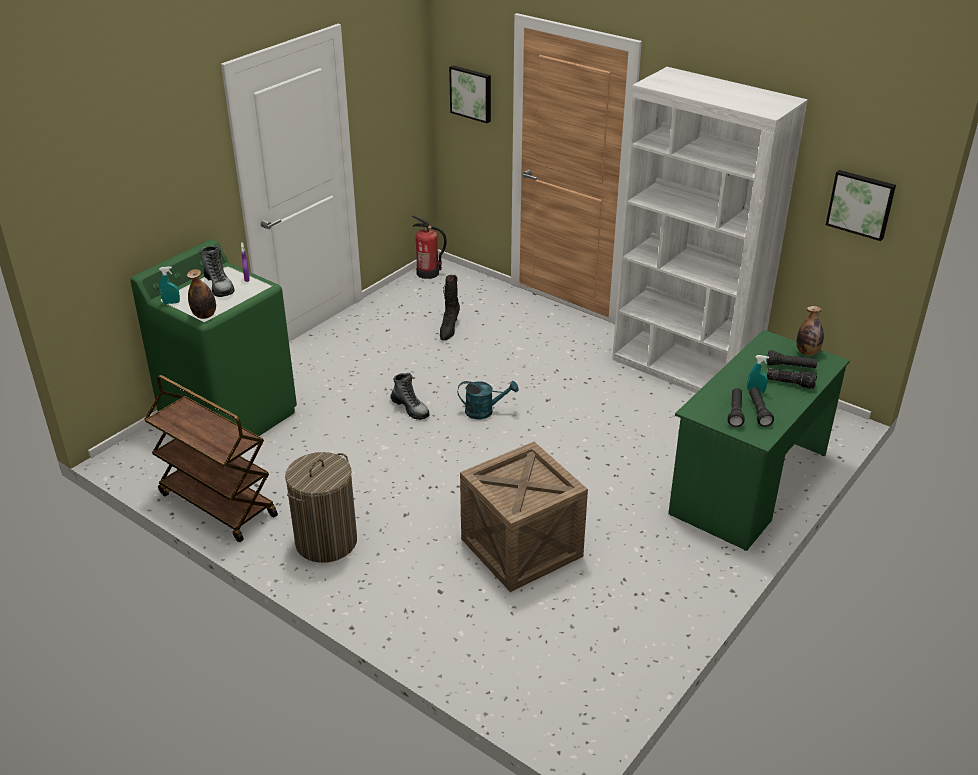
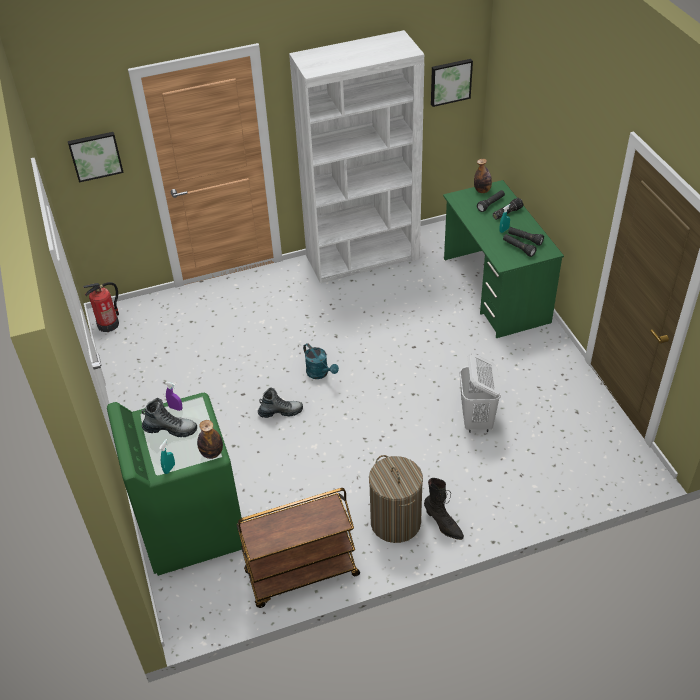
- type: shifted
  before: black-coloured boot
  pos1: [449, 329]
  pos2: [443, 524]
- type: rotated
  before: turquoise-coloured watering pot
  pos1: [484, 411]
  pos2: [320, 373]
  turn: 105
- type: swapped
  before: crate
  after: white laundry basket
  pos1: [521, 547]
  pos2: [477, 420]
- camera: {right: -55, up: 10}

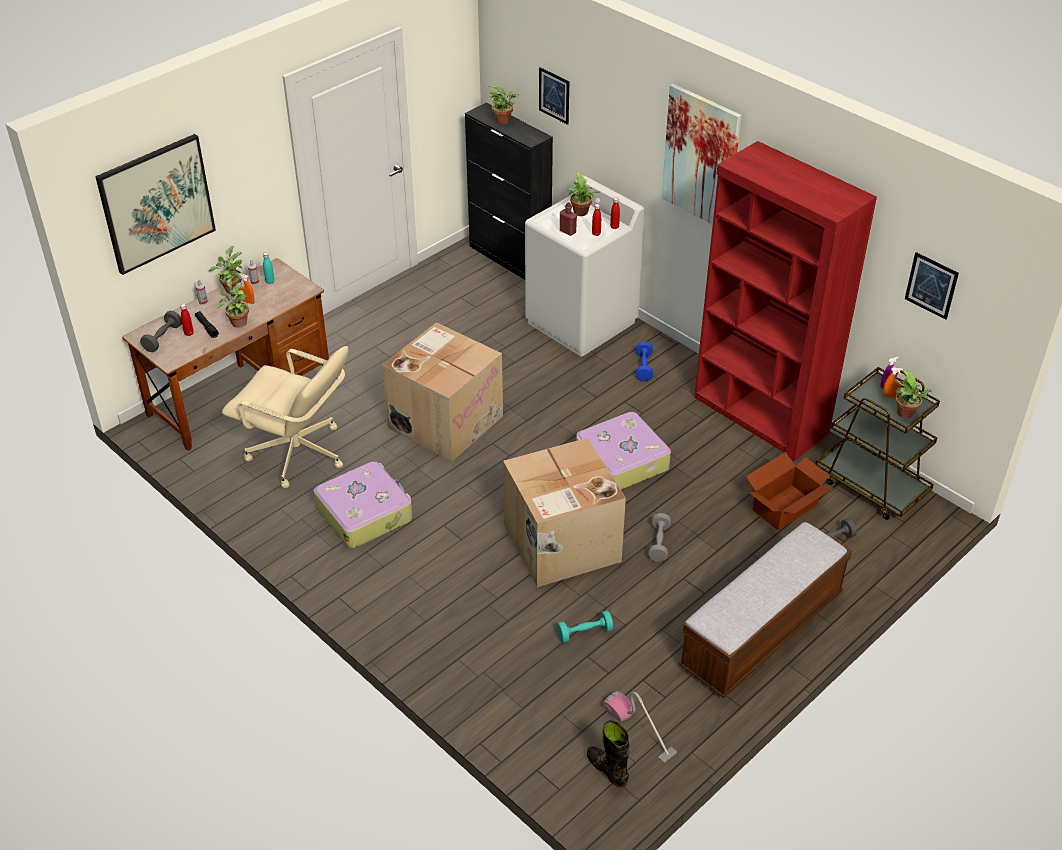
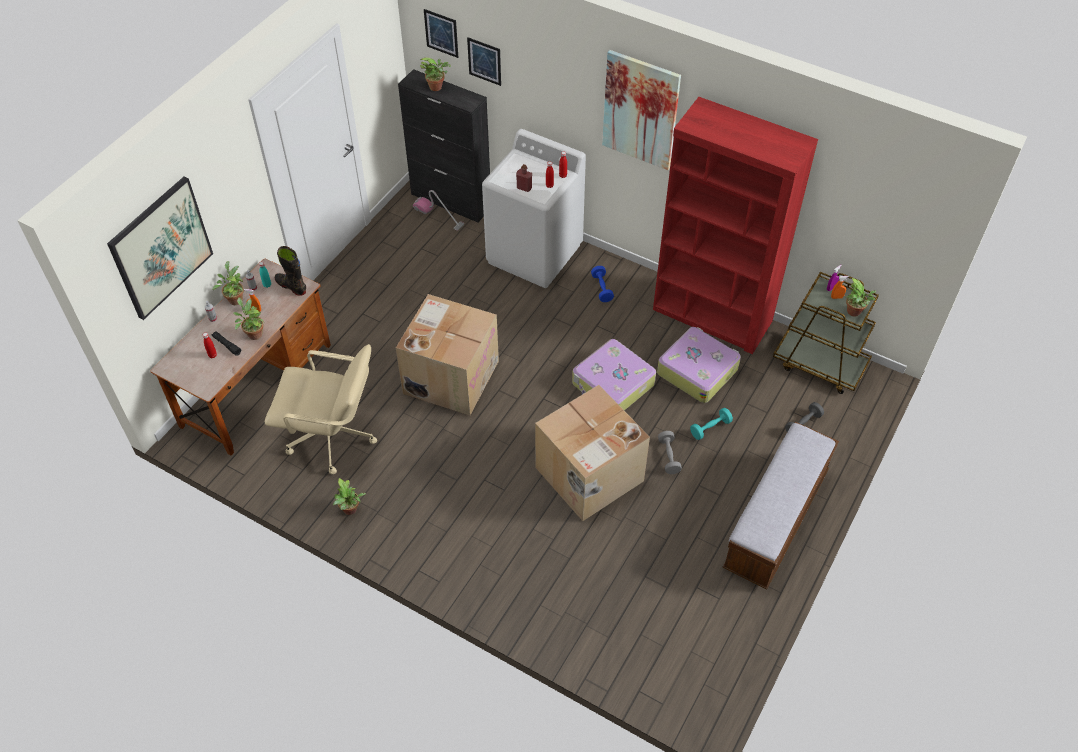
- type: gone
  before: gray dumbbell
  pos1: [163, 338]
- type: shifted
  before: suitcase
  pos1: [365, 513]
  pos2: [697, 370]
- type: shifted
  before: turquoise-coloured dumbbell
  pos1: [584, 633]
  pos2: [710, 428]
- type: shifted
  before: houseplant
  pos1: [581, 213]
  pos2: [350, 510]
- type: shifted
  before: black-coloured boot
  pos1: [607, 769]
  pos2: [291, 286]
- type: shifted
  before: hoover
  pos1: [639, 729]
  pos2: [438, 216]
- type: gone
  before: packing box
  pos1: [786, 507]
- type: shifted
  before: wall picture
  pos1: [931, 285]
  pos2: [441, 33]
- camera: {right: -15, up: 10}

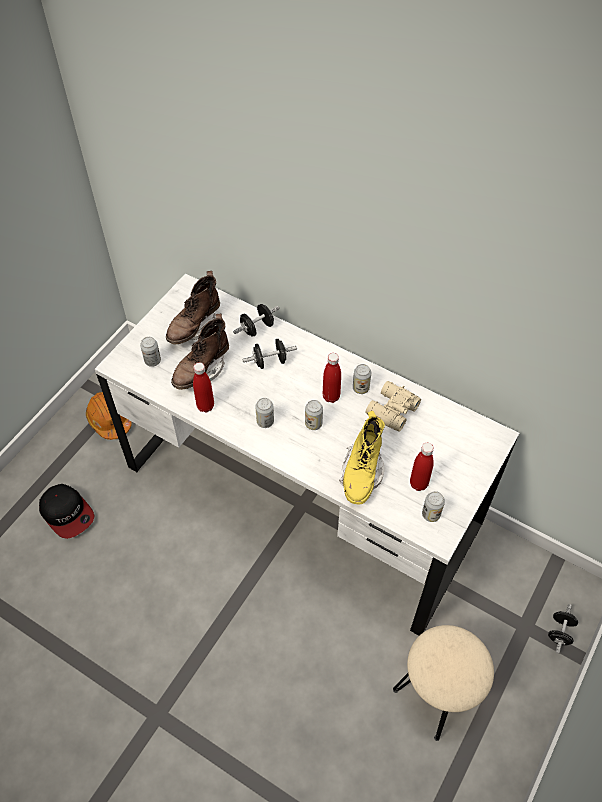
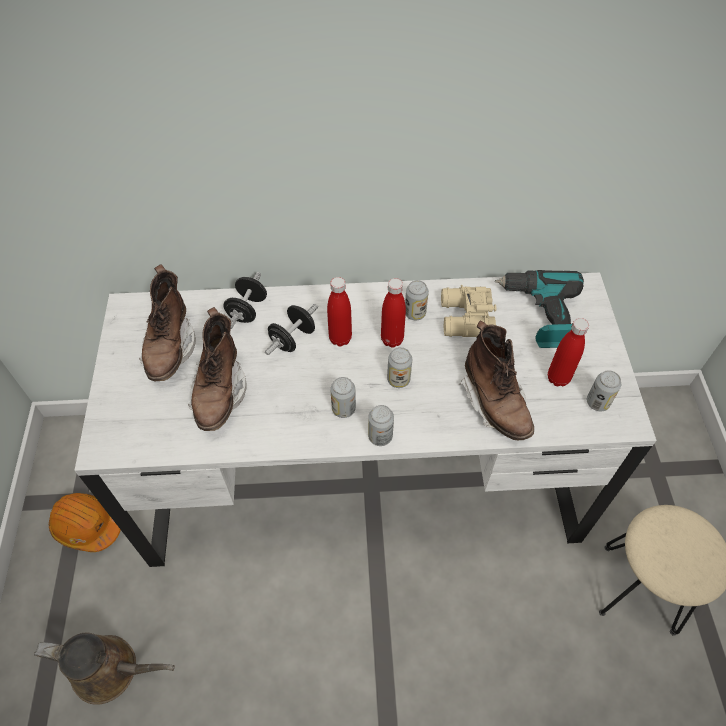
- type: swapped
  before: baseball cap
  after: brown watering pot
  pos1: [67, 513]
  pos2: [111, 670]
- type: shifted
  before: sealed can
  pos1: [152, 361]
  pos2: [380, 436]
- type: shifted
  before: red-coloured beverage bottle
  pos1: [205, 406]
  pos2: [340, 338]
- type: repainted
  before: yellowish boot
  after: brown boot
  pos1: [362, 474]
  pos2: [495, 403]
- type: gone
  before: black-coloured dumbbell
  pos1: [560, 632]
- type: new
  after: drill
  pos2: [540, 314]
- camera: {right: -35, up: 0}

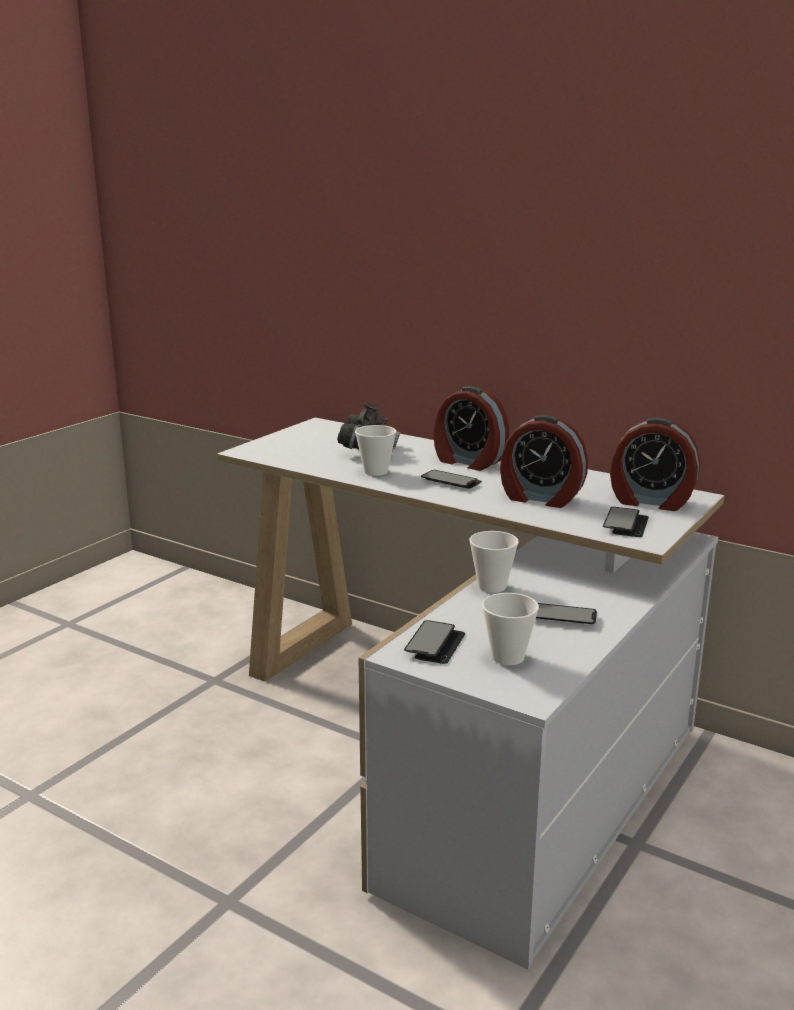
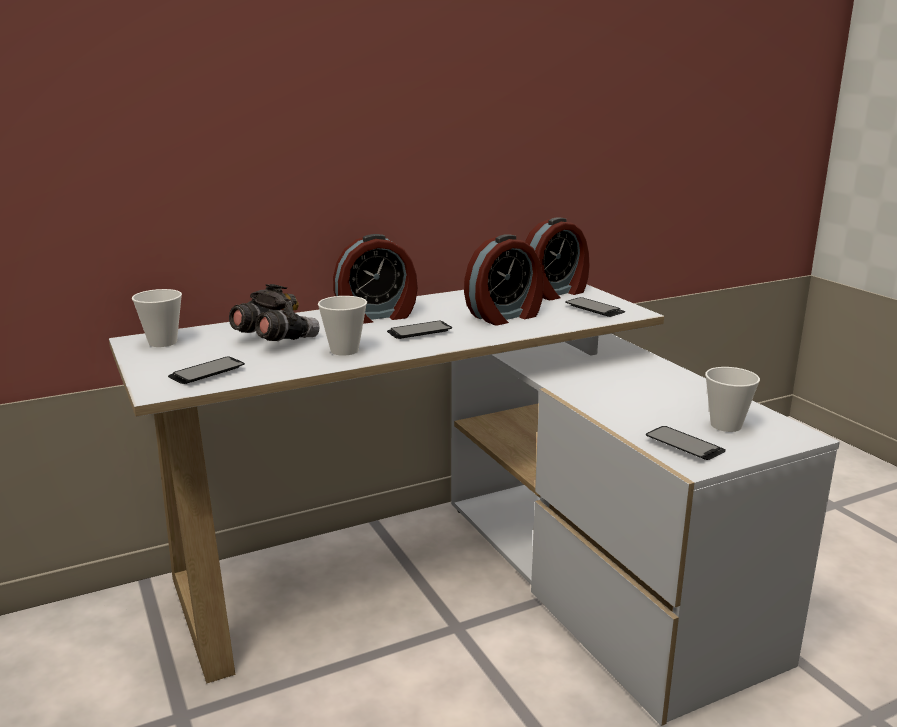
- type: shifted
  before: cup
  pos1: [492, 586]
  pos2: [162, 342]
- type: shifted
  before: telephone
  pos1: [562, 616]
  pos2: [207, 373]
- camera: {right: -60, up: 0}

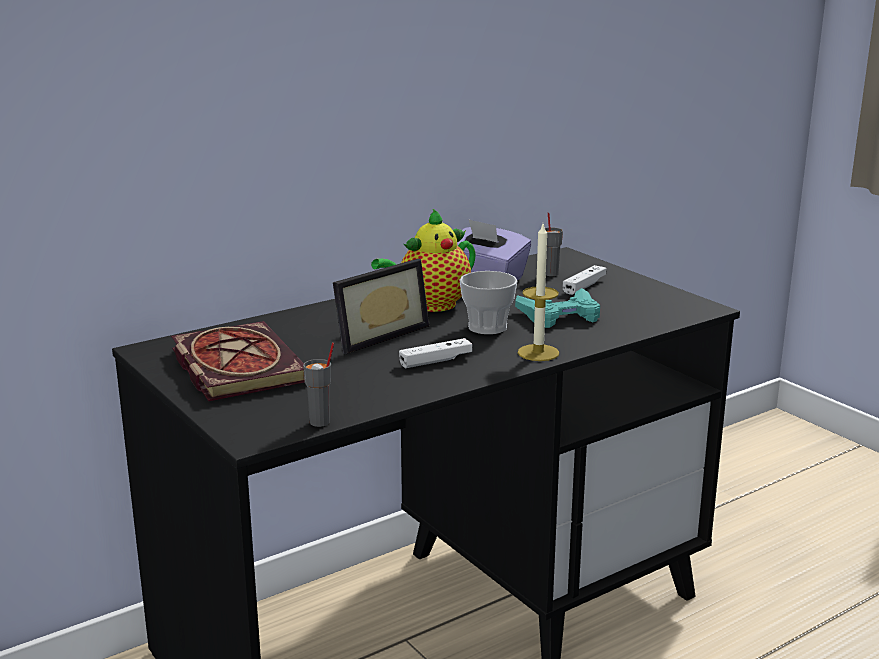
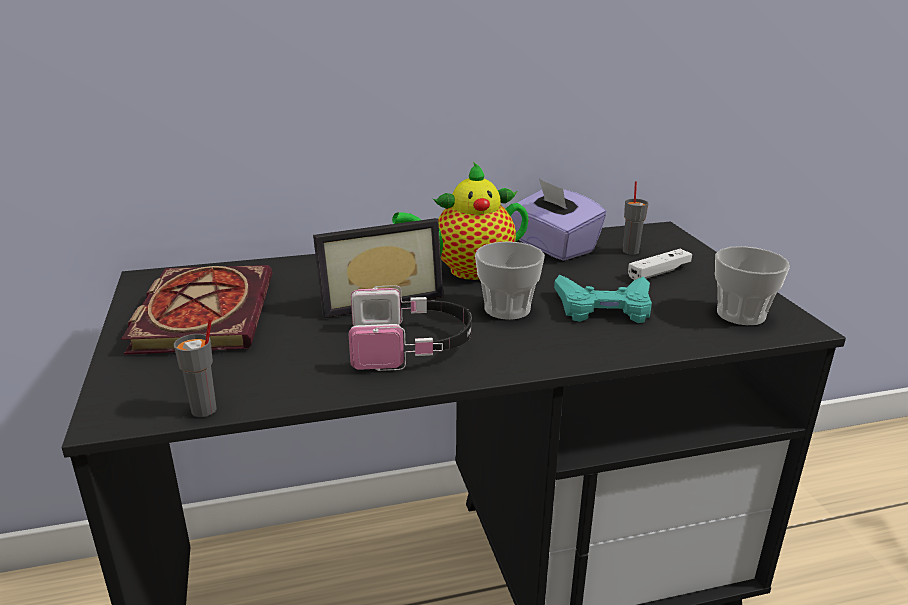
- type: swapped
  before: white gamepad
  after: pair of headphones
  pos1: [436, 361]
  pos2: [411, 345]
- type: gone
  before: candle
  pos1: [538, 353]
- type: new
  after: cup
  pos2: [740, 315]
- camera: {right: 20, up: 5}

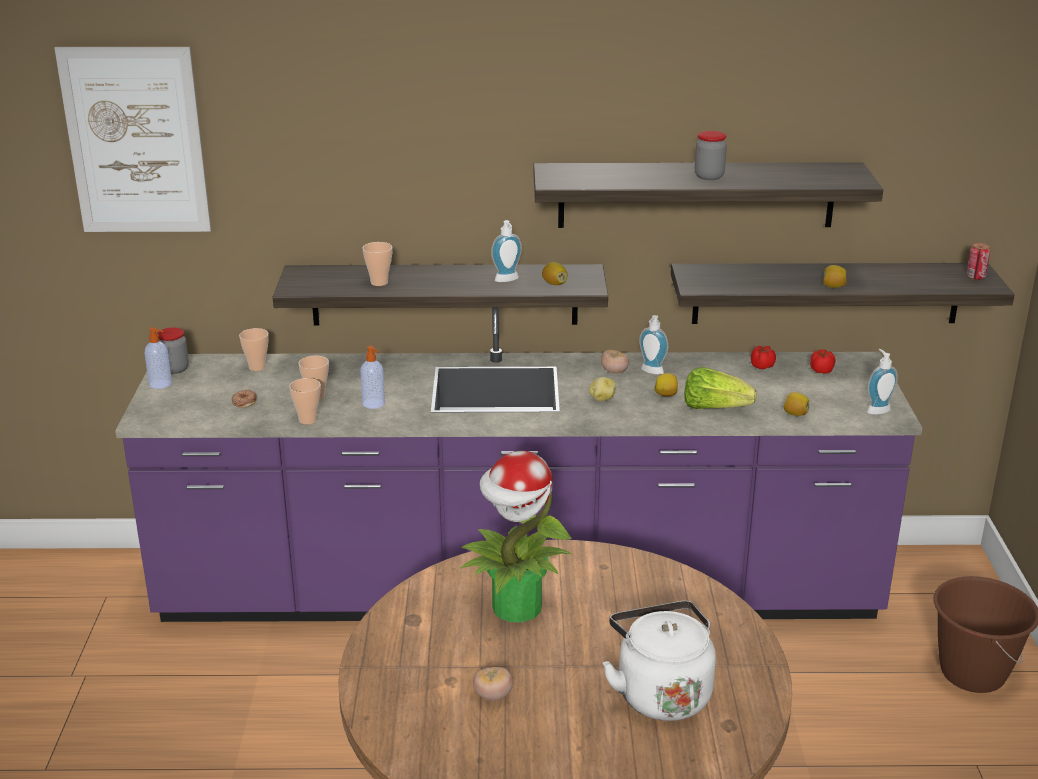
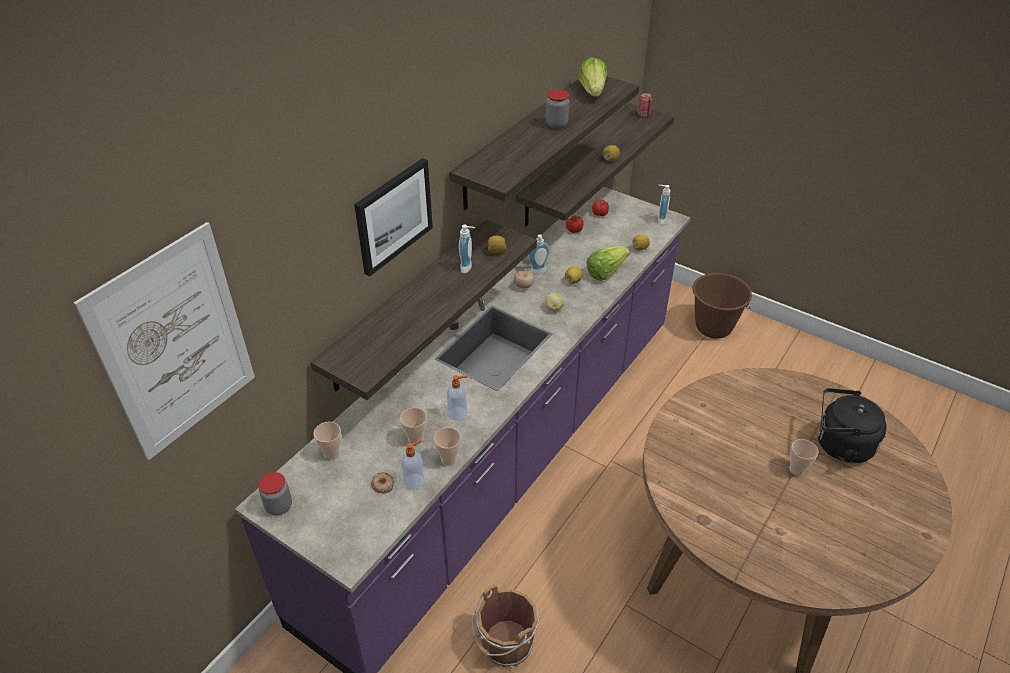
- type: shifted
  before: liquid soap bottle
  pos1: [161, 384]
  pos2: [414, 481]
- type: shifted
  before: cup
  pos1: [379, 282]
  pos2: [796, 470]
- type: gone
  before: houseplant
  pos1: [516, 608]
- type: gone
  before: whole tomato
  pos1: [493, 695]
- type: repainted
  before: white water kettle
  after: black-coloured water kettle
  pos1: [660, 693]
  pos2: [839, 445]
- type: new
  after: wall picture
  pos2: [393, 215]
- type: new
  after: brown pail
  pos2: [505, 645]
- type: new
  after: head of lettuce
  pos2: [592, 91]
- camera: {right: -55, up: 15}

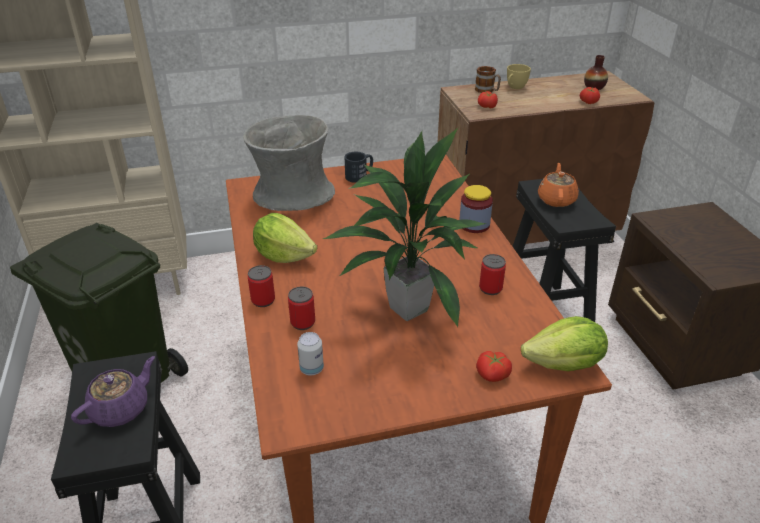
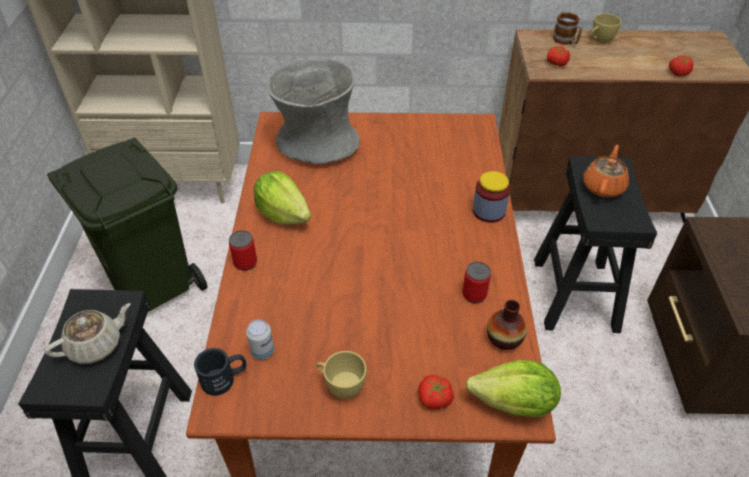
- type: repainted
  before: purplish teapot
  after: beige-coloured teapot
  pos1: [121, 409]
  pos2: [96, 345]
- type: gone
  before: sealed can
  pos1: [303, 322]
- type: gone
  before: houseplant
  pos1: [406, 309]
- type: shifted
  before: black-coloured mug
  pos1: [360, 175]
  pos2: [225, 378]
- type: shifted
  before: decorative vase
  pos1: [594, 87]
  pos2: [504, 338]
- type: new
  after: yellowish cup
  pos2: [341, 386]
- camera: {right: 15, up: 10}

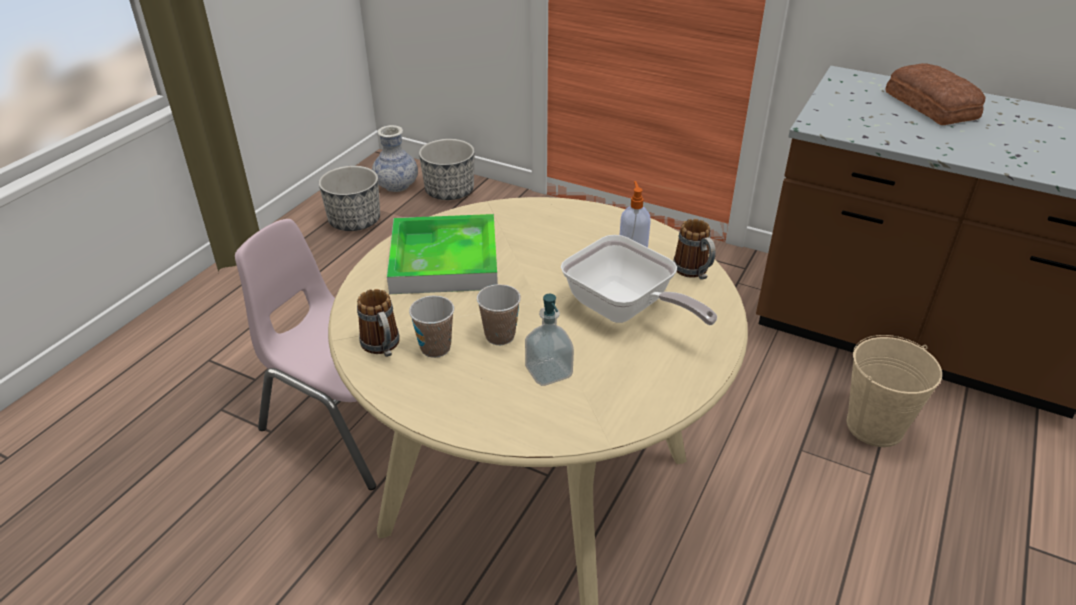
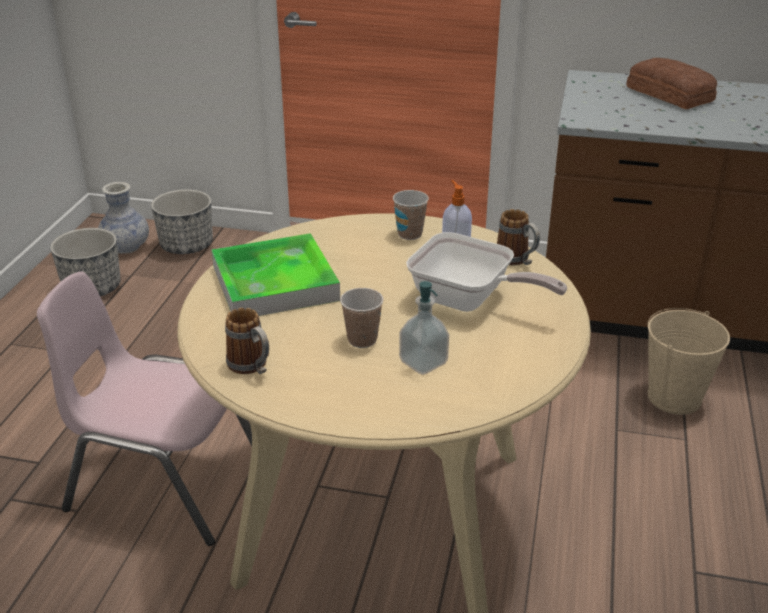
- type: shifted
  before: cup
  pos1: [435, 348]
  pos2: [410, 234]
- camera: {right: -15, up: -5}

